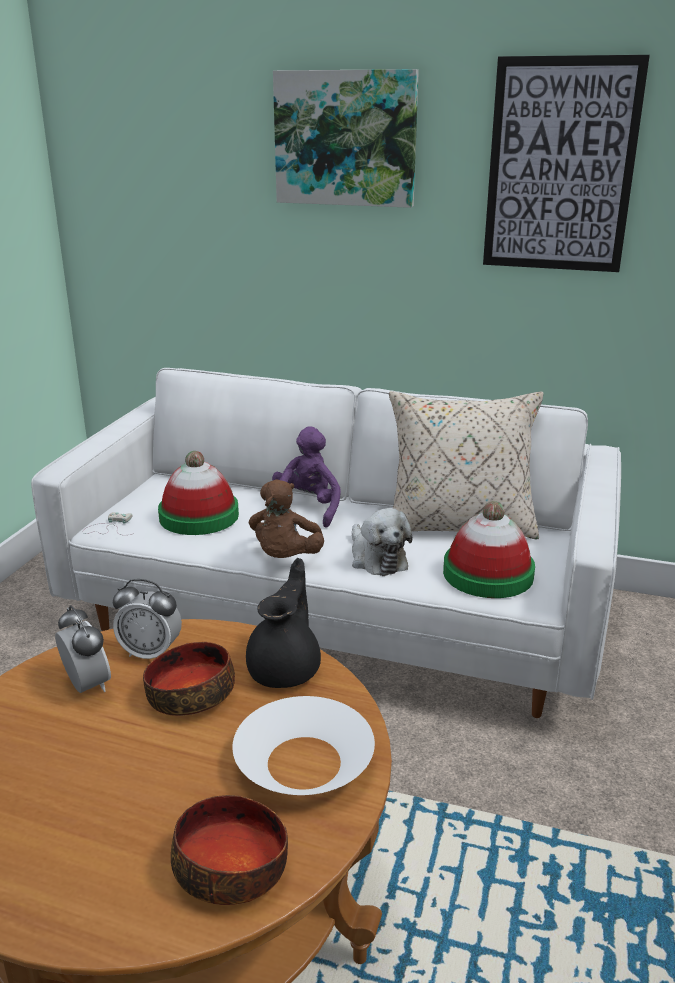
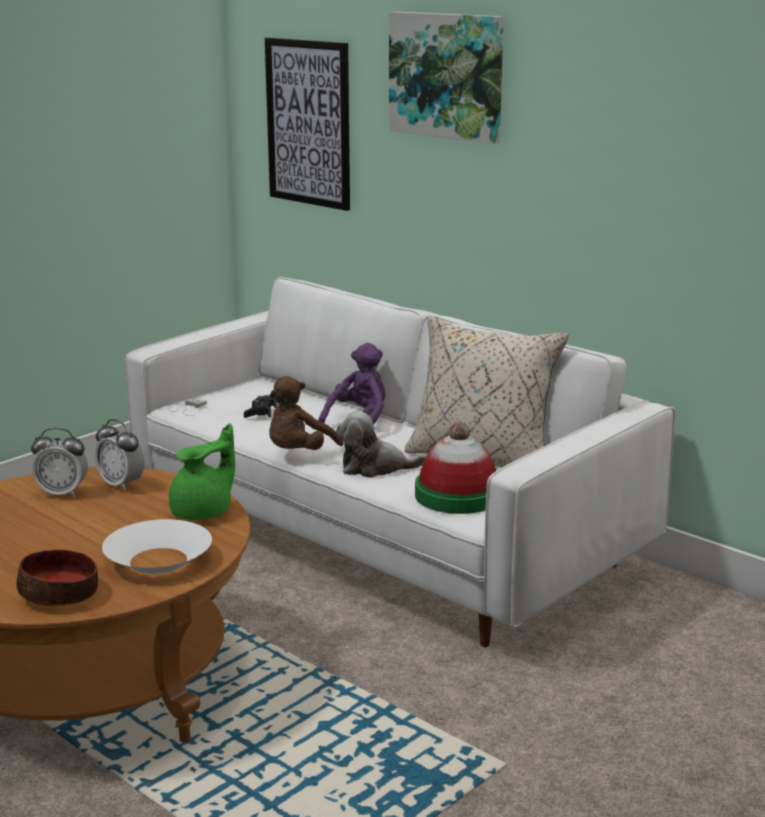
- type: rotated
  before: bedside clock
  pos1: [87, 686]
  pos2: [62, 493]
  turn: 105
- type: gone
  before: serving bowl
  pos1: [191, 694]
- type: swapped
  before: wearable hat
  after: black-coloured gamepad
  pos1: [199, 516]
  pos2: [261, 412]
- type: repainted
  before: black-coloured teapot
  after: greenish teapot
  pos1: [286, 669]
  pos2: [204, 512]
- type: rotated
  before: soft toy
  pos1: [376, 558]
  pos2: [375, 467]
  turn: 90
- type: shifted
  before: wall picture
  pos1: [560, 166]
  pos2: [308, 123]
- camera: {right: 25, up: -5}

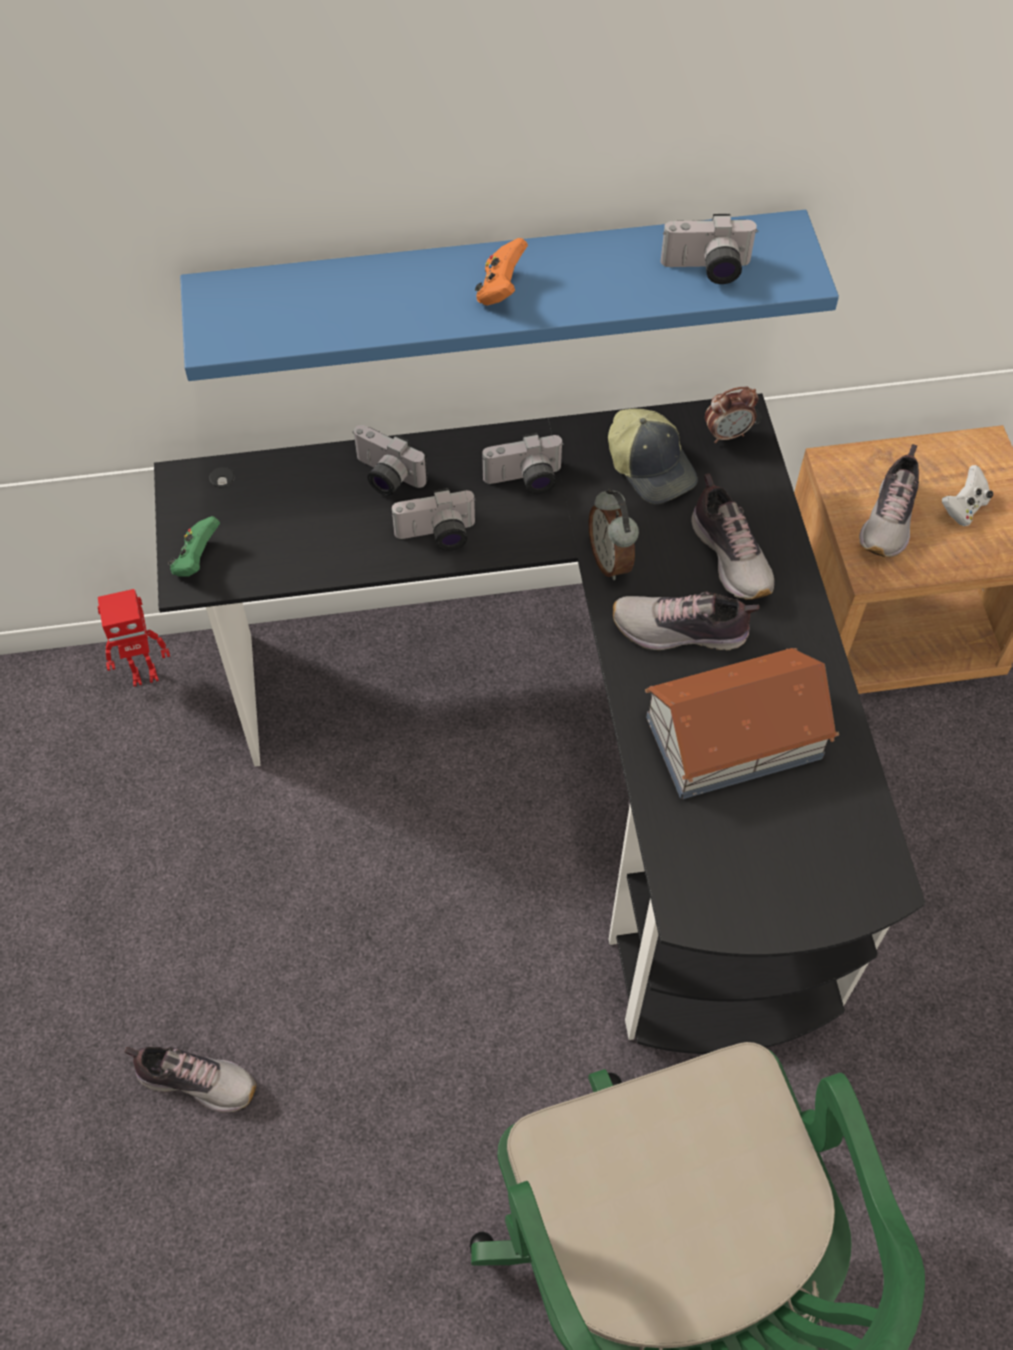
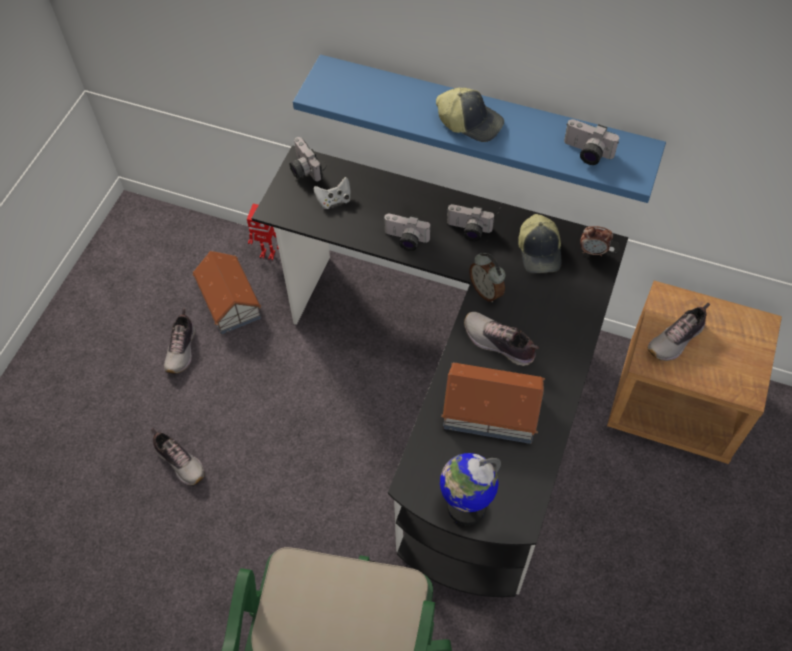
- type: gone
  before: greenish gamepad
  pos1: [197, 560]
- type: shifted
  before: still camera
  pos1: [385, 477]
  pos2: [302, 169]
- type: swapped
  before: orange-coloured gamepad
  after: baseball cap
  pos1: [500, 289]
  pos2: [470, 122]
- type: rotated
  before: bedside clock
  pos1: [611, 560]
  pos2: [486, 291]
  turn: -45
- type: shifted
  before: item of footwear
  pos1: [731, 556]
  pos2: [182, 349]
- type: shifted
  before: white gamepad
  pos1: [963, 508]
  pos2: [334, 200]
- type: new
  after: toy house
  pos2: [229, 300]
- type: new
  after: globe
  pos2: [466, 506]
- camera: {right: 30, up: 0}

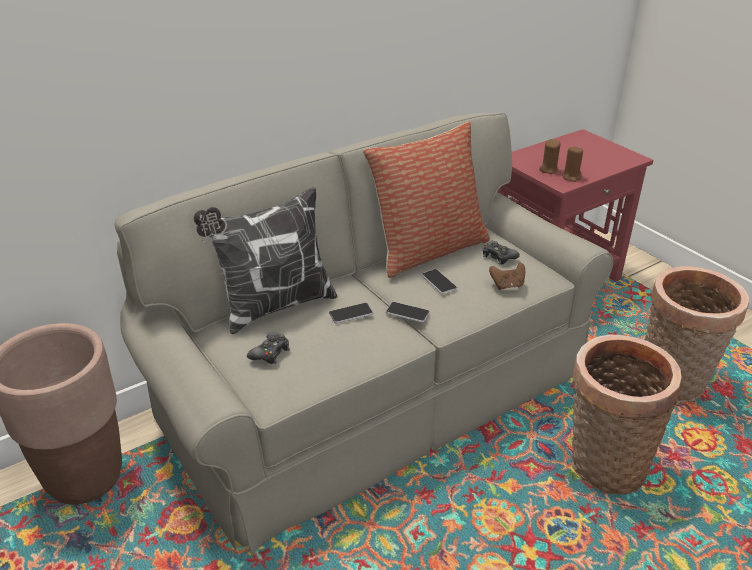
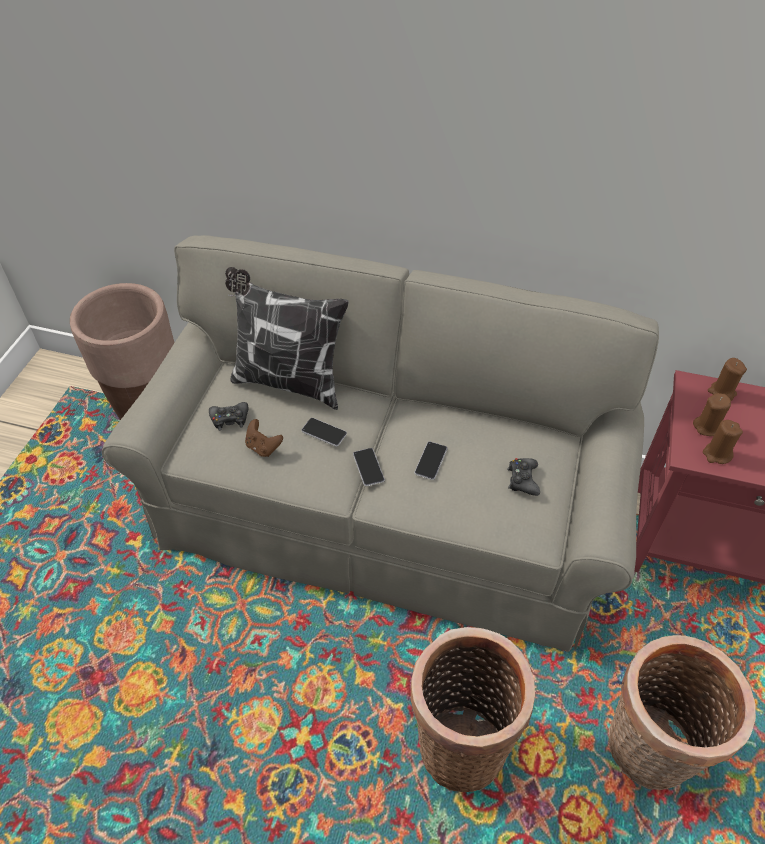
- type: gone
  before: throw pillow
  pos1: [428, 249]
- type: shifted
  before: brown gamepad
  pos1: [507, 285]
  pos2: [263, 447]
- type: new
  after: brown candle
  pos2: [721, 392]
- camera: {right: 50, up: 15}

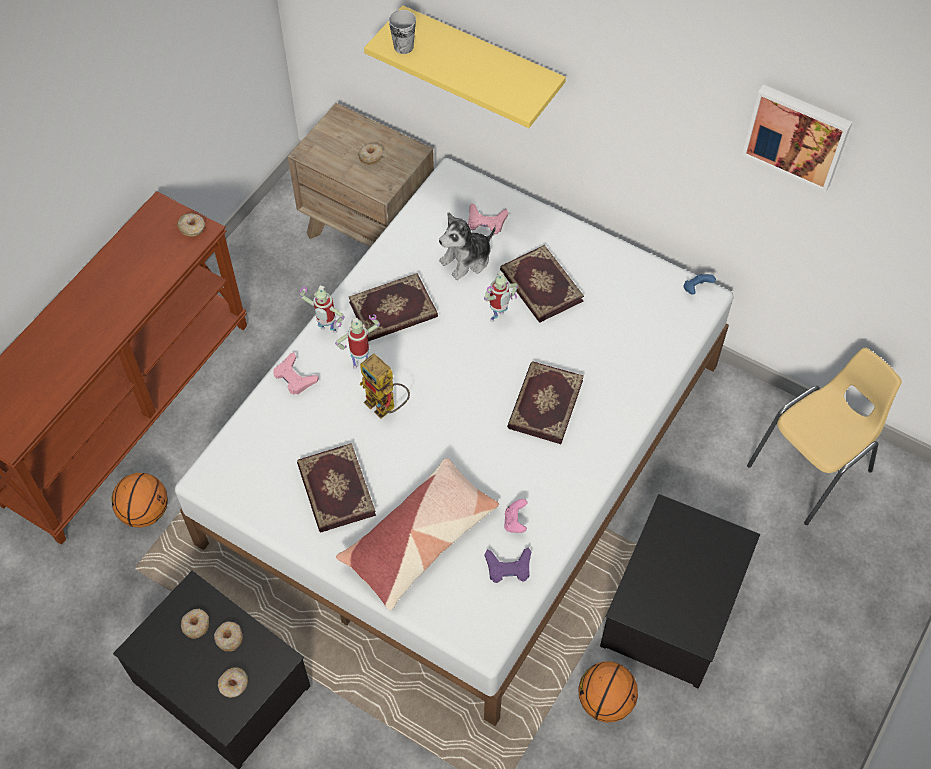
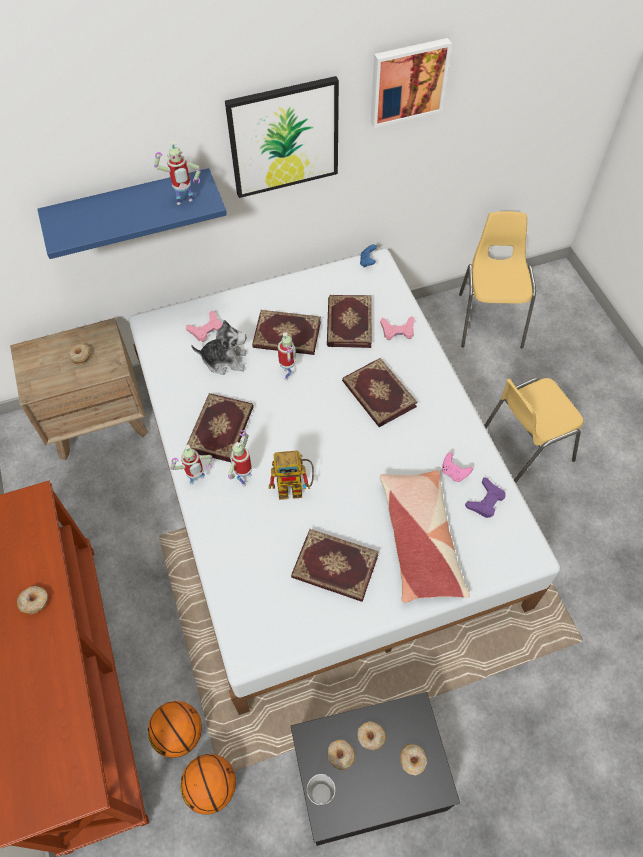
- type: shifted
  before: donut
  pos1: [192, 228]
  pos2: [34, 601]
- type: shifted
  before: pink gamepad
  pos1: [294, 377]
  pos2: [398, 330]
- type: repainted
  before: yellowish bracket shelf
  after: blue bracket shelf
  pos1: [482, 61]
  pos2: [130, 208]
- type: shifted
  before: cup
  pos1: [403, 47]
  pos2: [321, 794]
- type: rotated
  before: soft toy
  pos1: [467, 260]
  pos2: [224, 360]
  turn: -90
- type: shifted
  before: ball for basketball
  pos1: [605, 701]
  pos2: [212, 787]
- type: swapped
  before: storage box
  after: yellowish chair
  pos1: [671, 605]
  pos2: [522, 450]
- type: new
  after: robot figure
  pos2: [185, 203]
- type: new
  after: wall picture
  pos2: [284, 137]
- type: new
  after: volume
  pos2: [348, 323]
- camera: {right: -50, up: 0}

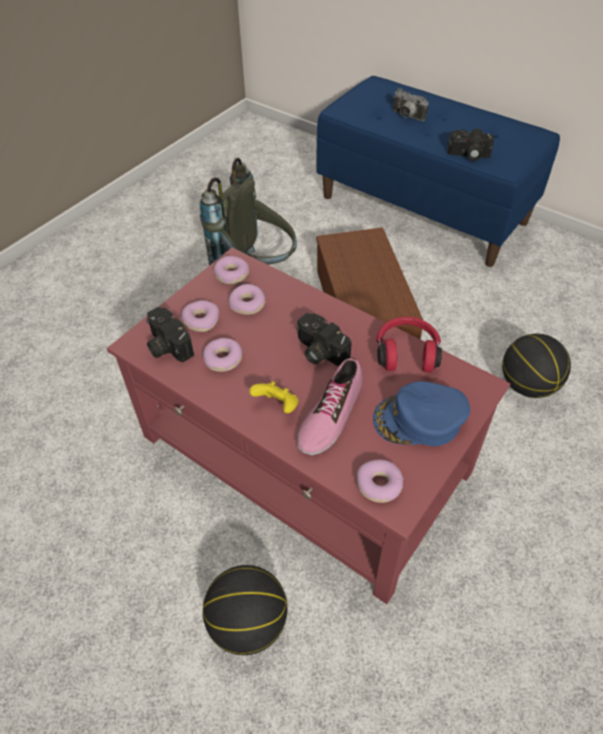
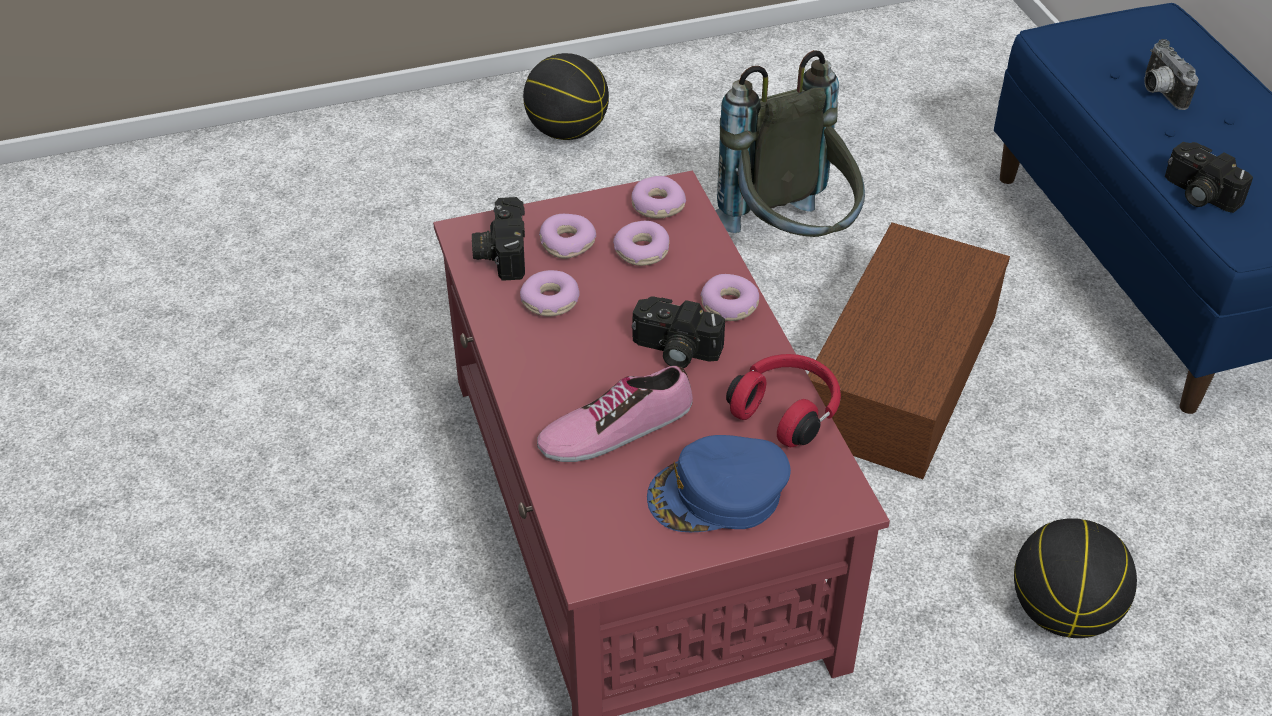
- type: shifted
  before: ball for basketball
  pos1: [248, 623]
  pos2: [567, 131]
- type: gone
  before: yellowish gamepad
  pos1: [277, 406]
- type: rotated
  before: still camera
  pos1: [318, 351]
  pos2: [674, 351]
  turn: -60
- type: shifted
  before: donut
  pos1: [379, 485]
  pos2: [729, 306]
- type: rotated
  before: blue baseball cap
  pos1: [419, 420]
  pos2: [718, 494]
  turn: -45
- camera: {right: 35, up: -5}

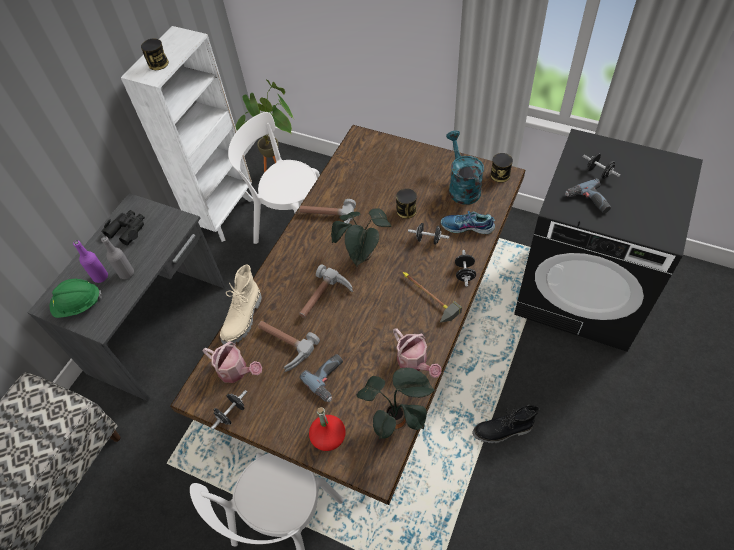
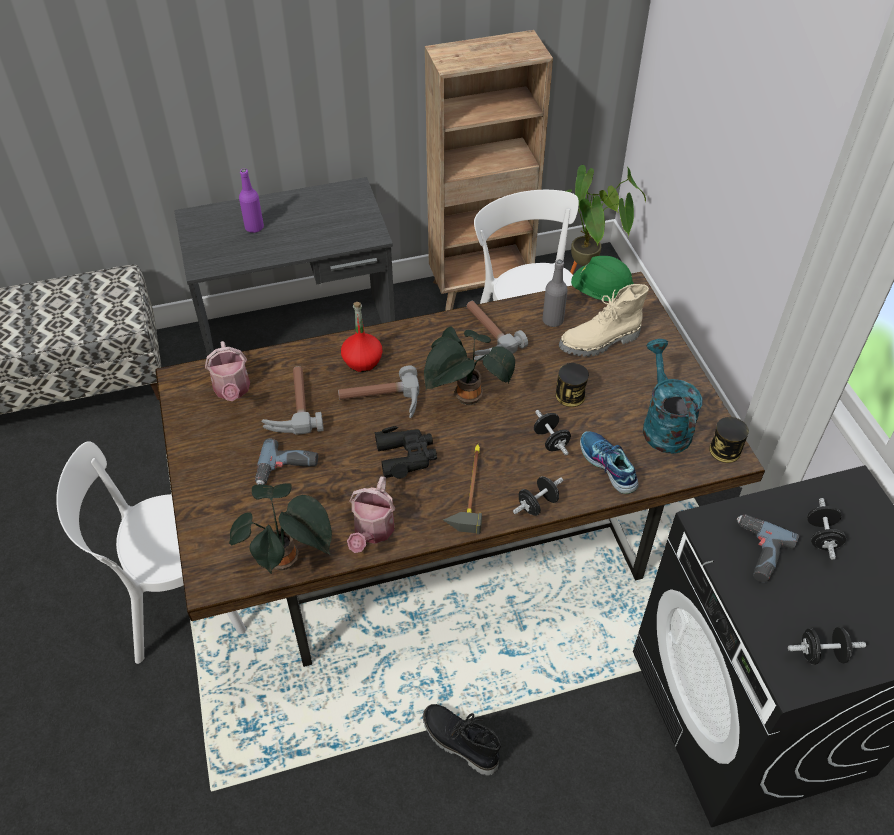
- type: shifted
  before: greenish work helmet
  pos1: [78, 305]
  pos2: [601, 293]
- type: shifted
  before: black-coloured pair of binoculars
  pos1: [127, 229]
  pos2: [406, 456]
- type: shifted
  before: gray beverage bottle
  pos1: [126, 273]
  pos2: [552, 320]
- type: repainted
  before: white bookshelf
  after: brown bookshelf
  pos1: [225, 214]
  pos2: [481, 289]
- type: gone
  before: sealed can
  pos1: [158, 64]
- type: shifted
  before: black-coloured dumbbell
  pos1: [231, 413]
  pos2: [821, 654]
- type: shifted
  before: beige-coloured boot
  pos1: [243, 319]
  pos2: [600, 343]
- type: shifted
  before: red-coloured beverage bottle
  pos1: [328, 437]
  pos2: [362, 361]
- type: rotated
  before: turquoise-coloured watering pot
  pos1: [462, 187]
  pos2: [663, 424]
  turn: -45
- camera: {right: 45, up: -5}

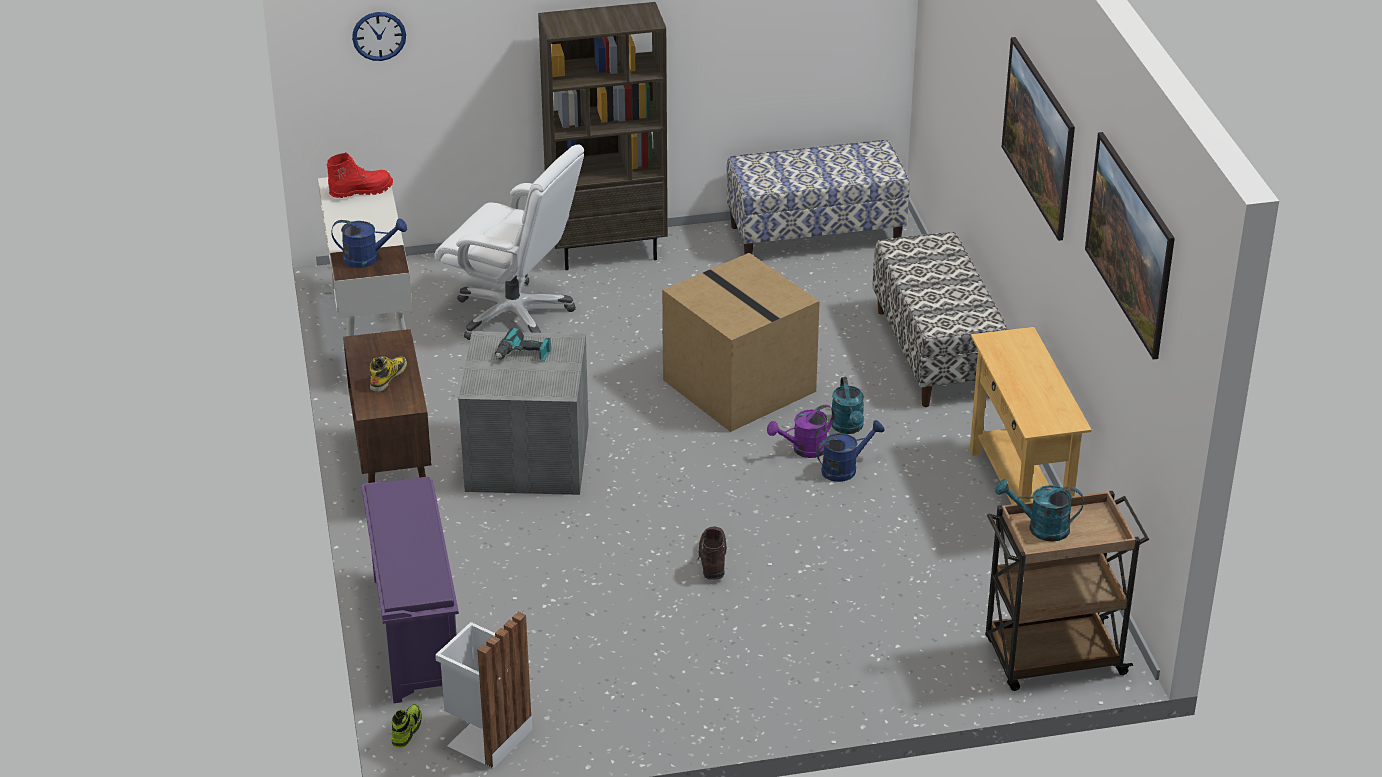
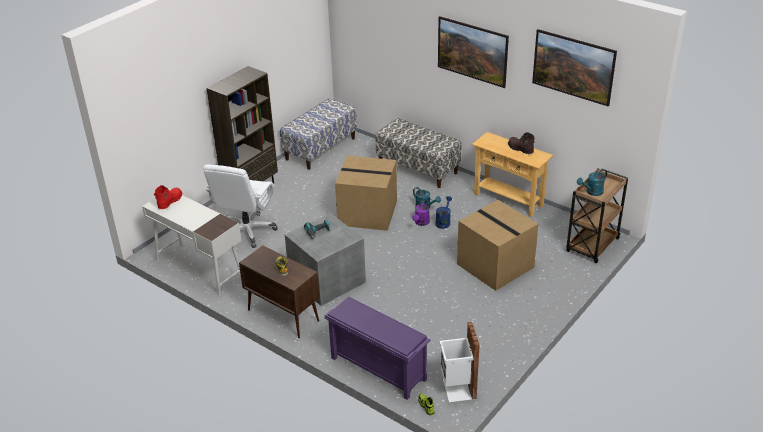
- type: gone
  before: blue watering pot
  pos1: [368, 258]
- type: gone
  before: hanging clock
  pos1: [379, 36]
- type: rotated
  before: white computer chair
  pos1: [514, 315]
  pos2: [247, 231]
  turn: 120
- type: shifted
  before: brown boot
  pos1: [712, 560]
  pos2: [520, 149]
- type: new
  after: packing box
  pos2: [496, 266]
- camera: {right: -40, up: 0}

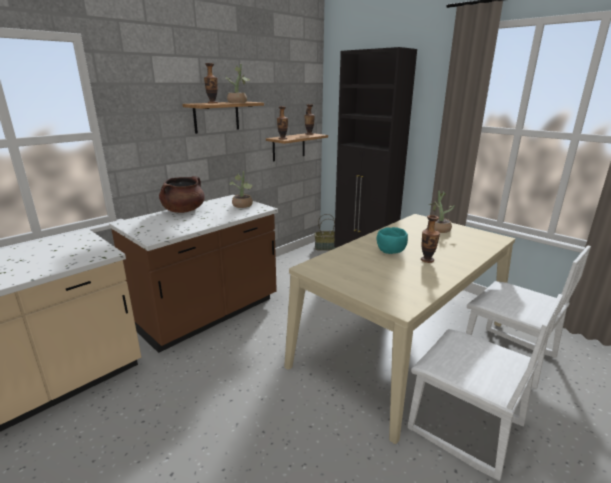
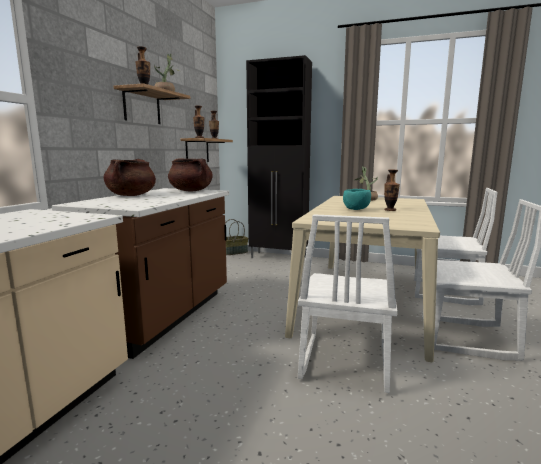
- type: swapped
  before: houseplant
  after: brown saucepot
  pos1: [243, 206]
  pos2: [191, 191]
- type: new
  after: white chair
  pos2: [343, 362]
- camera: {right: -25, up: -10}

